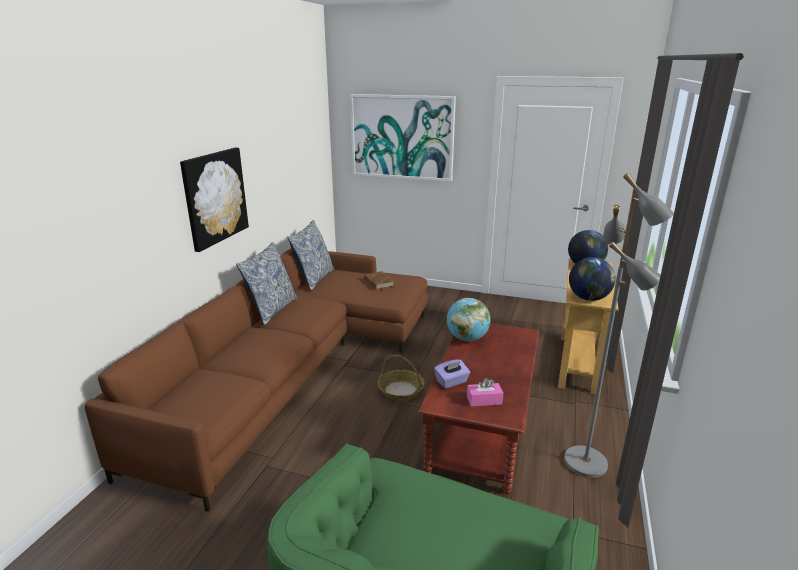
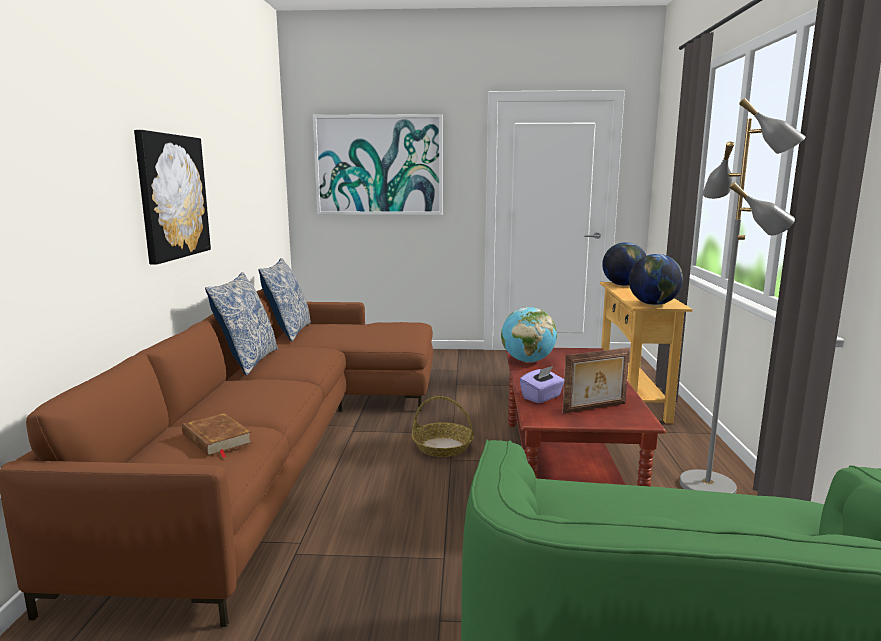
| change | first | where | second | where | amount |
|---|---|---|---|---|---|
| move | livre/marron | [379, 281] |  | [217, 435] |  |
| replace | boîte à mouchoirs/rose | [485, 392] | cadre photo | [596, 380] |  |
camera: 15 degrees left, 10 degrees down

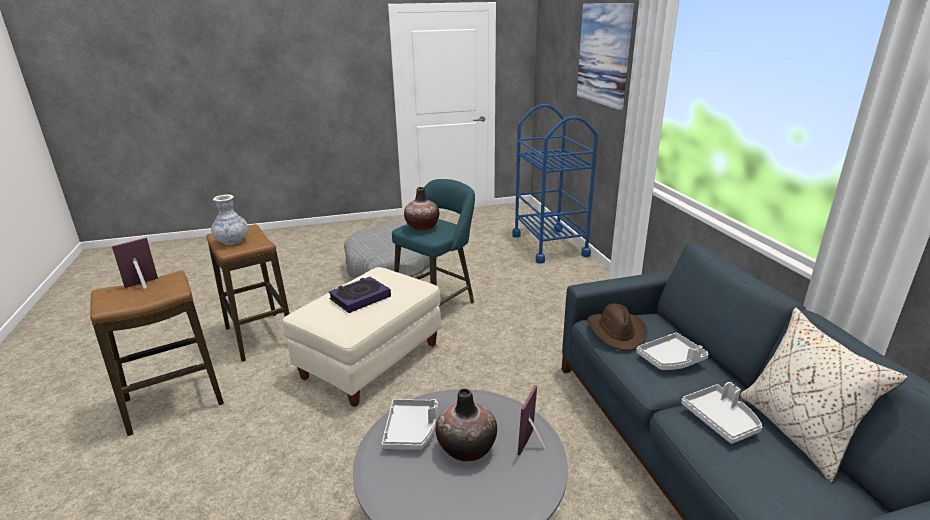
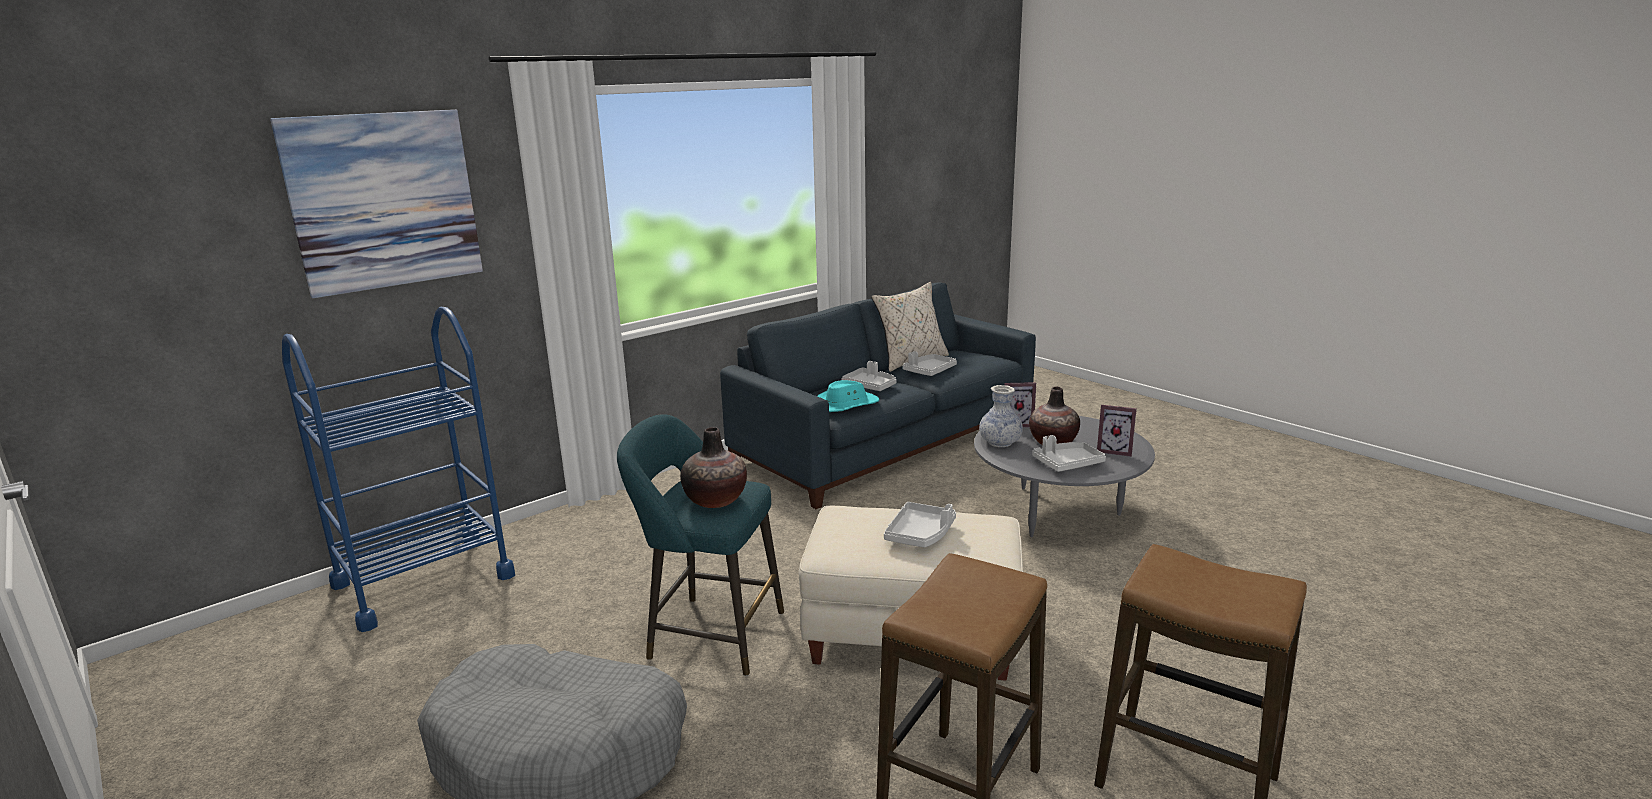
| change | first | where | second | where | amount |
|---|---|---|---|---|---|
| move | cadre photo | [135, 263] |  | [1117, 431] |  |
| move | vase | [229, 219] |  | [1001, 416] |  |
| replace | livre | [360, 295] | plateau/gris | [920, 524] |  |
| recolor | chapeau/marron | [617, 327] | chapeau/turquoise | [849, 396] |  |
camera: 115 degrees left, 5 degrees down

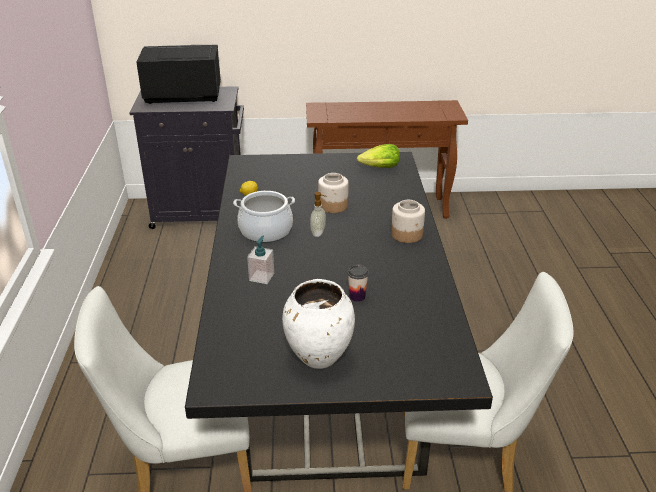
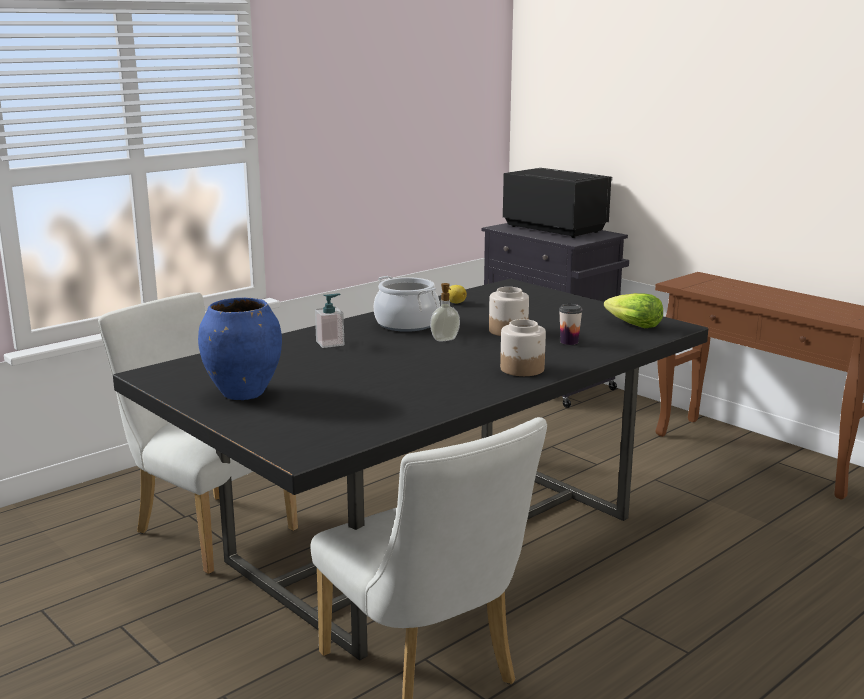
| change | first | where | second | where | amount |
|---|---|---|---|---|---|
| move | tasse | [358, 283] |  | [571, 324] |  |
| recolor | vase/blanc | [318, 324] | vase/bleu | [240, 349] |  |
camera: 50 degrees right, 15 degrees down

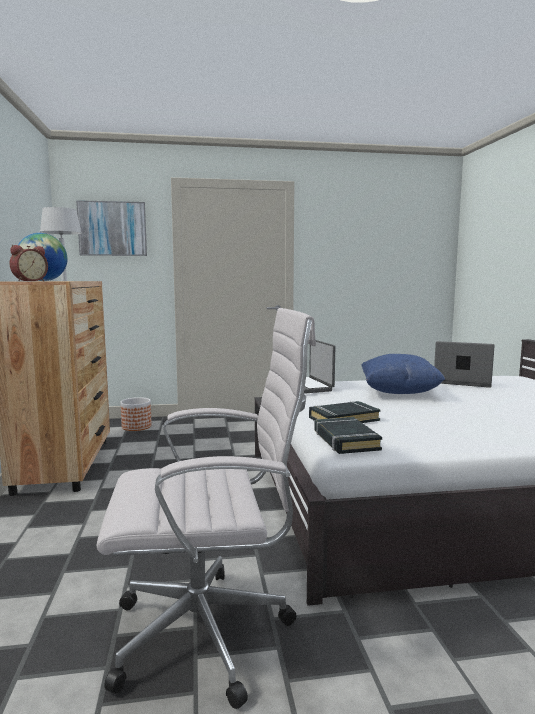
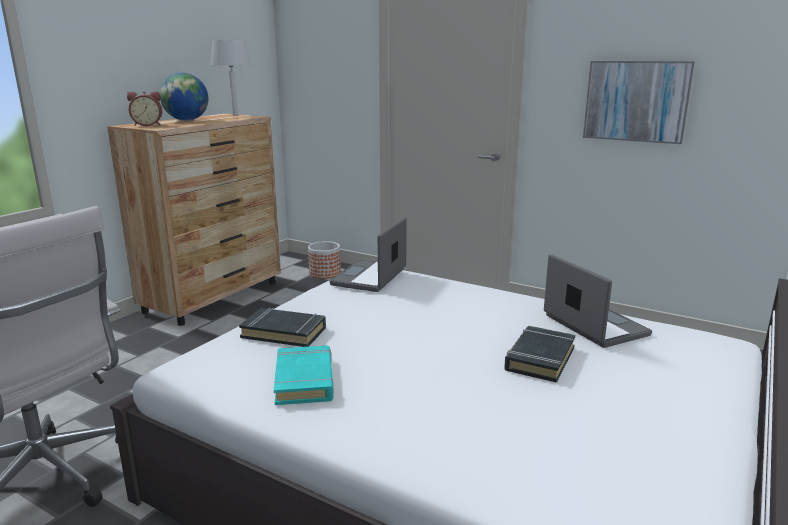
| change | first | where | second | where | amount |
|---|---|---|---|---|---|
| delete | coussin/bleu | [403, 374] |  |  |  |
| insert |  |  | livre/turquoise | [304, 375] |  |
| move | tableau | [111, 228] |  | [639, 102] |  |
| move | livre/noir | [348, 435] |  | [540, 354] |  |
camera: 40 degrees right, 10 degrees up

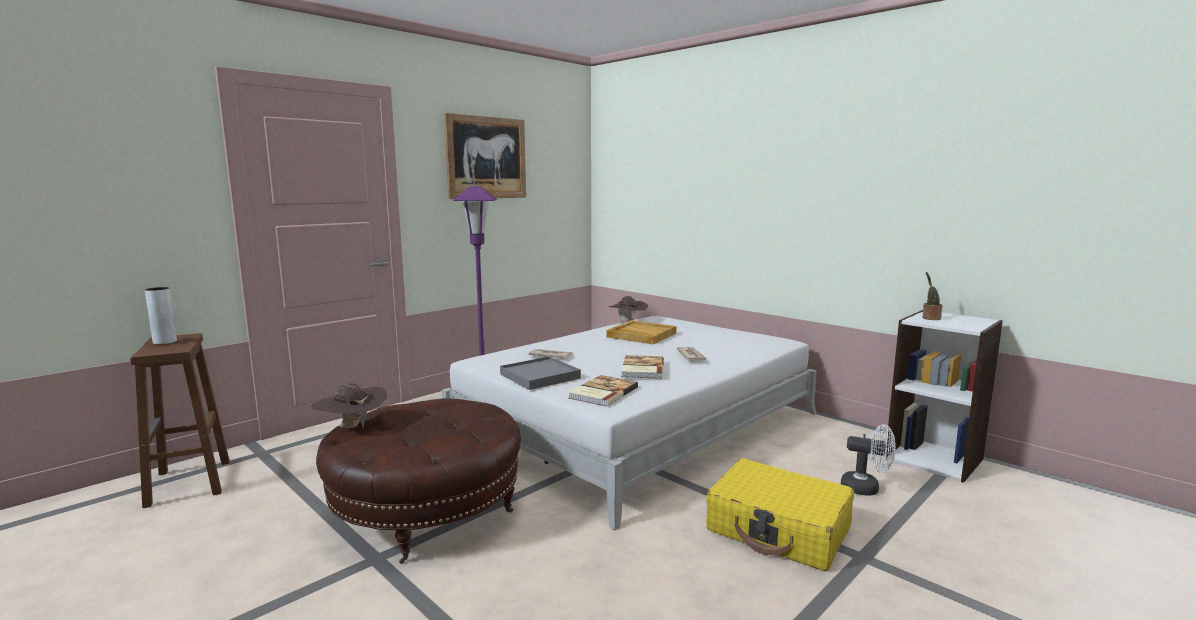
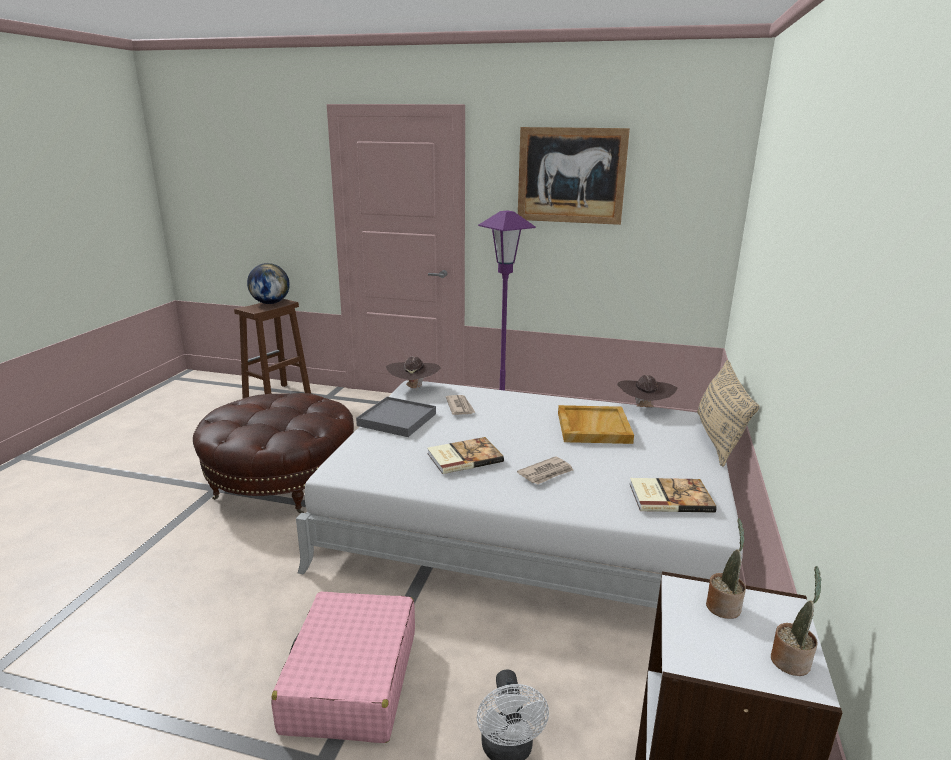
| change | first | where | second | where | amount |
|---|---|---|---|---|---|
| insert |  |  | coussin/beige | [728, 413] |  |
| insert |  |  | plante en pot | [796, 621] |  |
| move | chapeau/marron | [349, 405] |  | [413, 374] |  |
| move | livre | [603, 391] |  | [673, 495] |  |
| replace | vase/gris | [161, 316] | globe | [268, 283] |  |
| recolor | valise/jaune | [780, 514] | valise/rose | [343, 667] |  |
camera: 60 degrees right, 10 degrees up

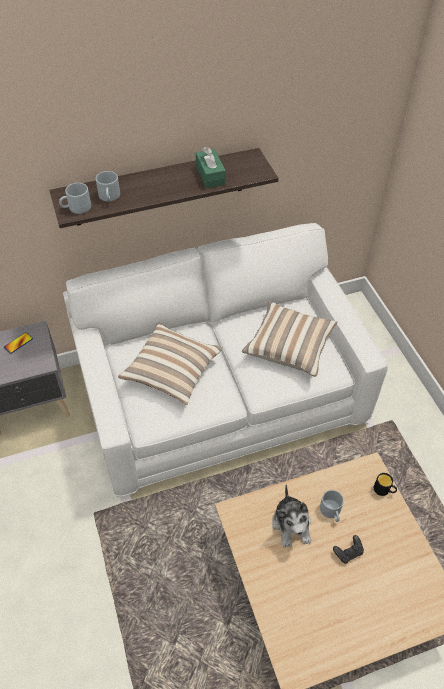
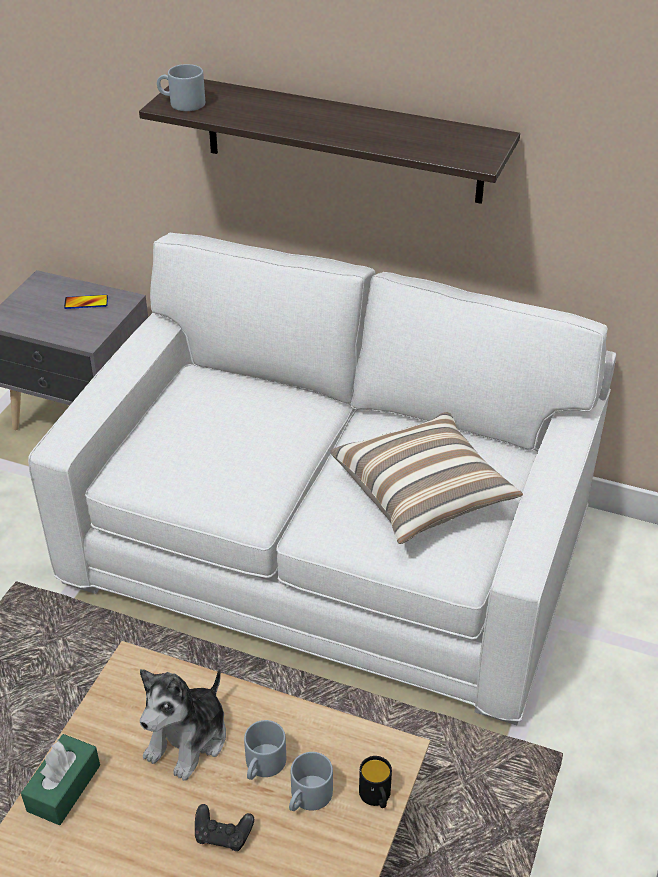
| change | first | where | second | where | amount |
|---|---|---|---|---|---|
| delete | coussin | [170, 363] |  |  |  |
| move | mug/gris | [108, 186] |  | [311, 781] |  |
| move | boîte à mouchoirs/vert | [211, 167] |  | [60, 779] |  |
camera: 40 degrees right, 10 degrees down

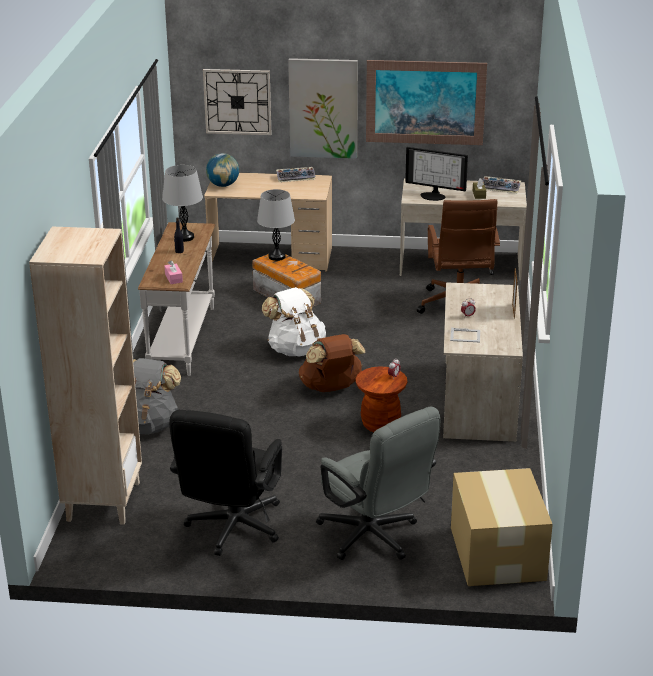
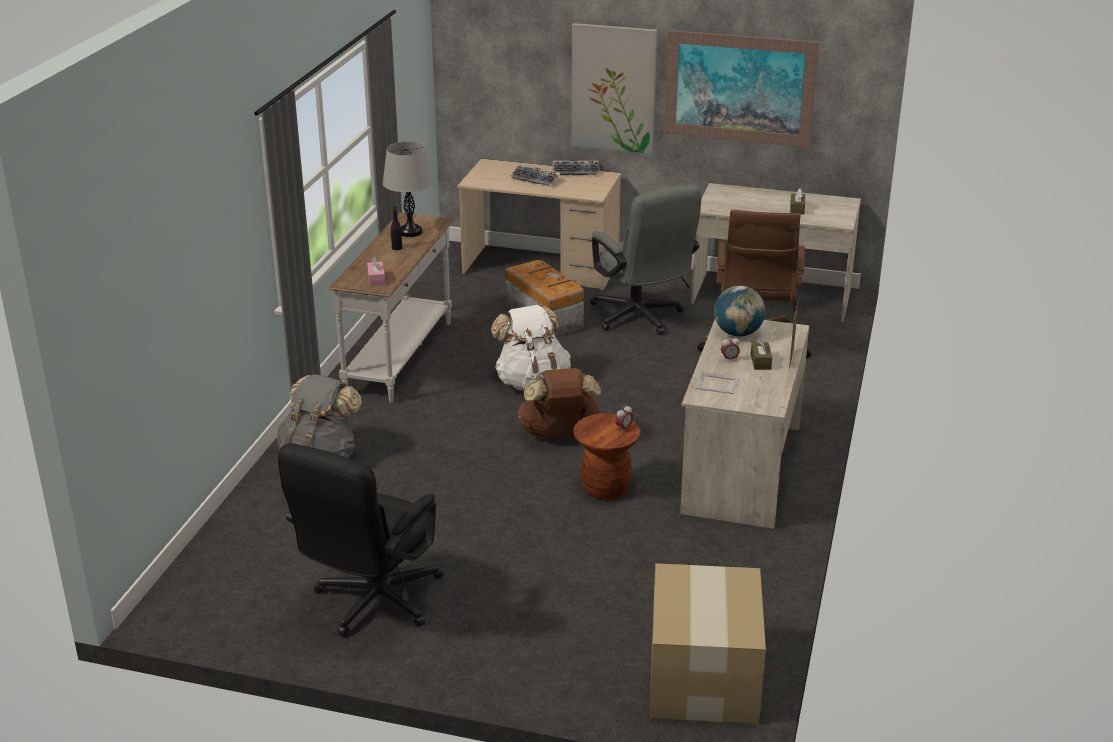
| change | first | where | second | where | amount |
|---|---|---|---|---|---|
| delete | bibliothèque/beige | [85, 376] |  |  |  |
| delete | horloge murale | [237, 102] |  |  |  |
| delete | lampe de table/gris | [276, 225] |  |  |  |
| delete | écran d'ordinateur | [436, 174] |  |  |  |
| insert |  |  | boîte à mouchoirs/marron | [761, 354] |  |
| move | globe | [222, 170] |  | [739, 311] |  |
| move | chaise de bureau/gris | [378, 483] |  | [645, 259] |  |
| move | clavier | [501, 184] |  | [535, 176] |  |
camera: 10 degrees right, 0 degrees up

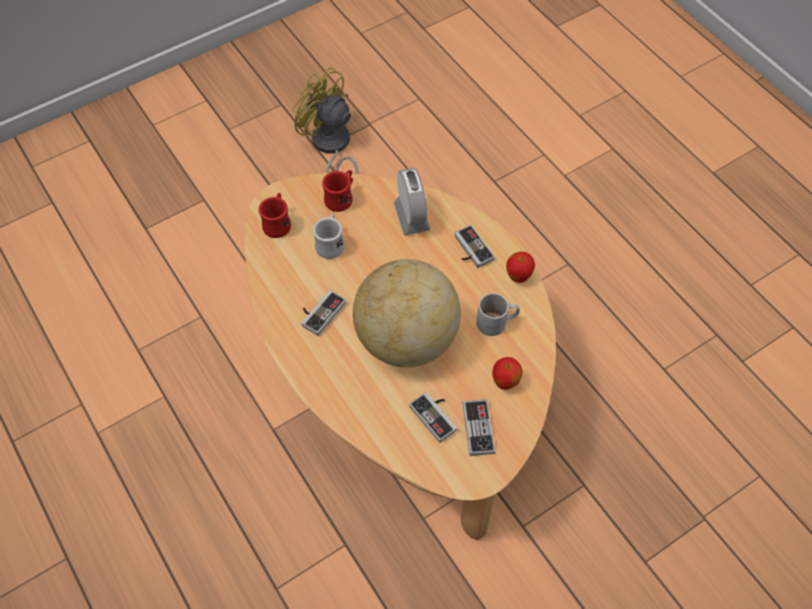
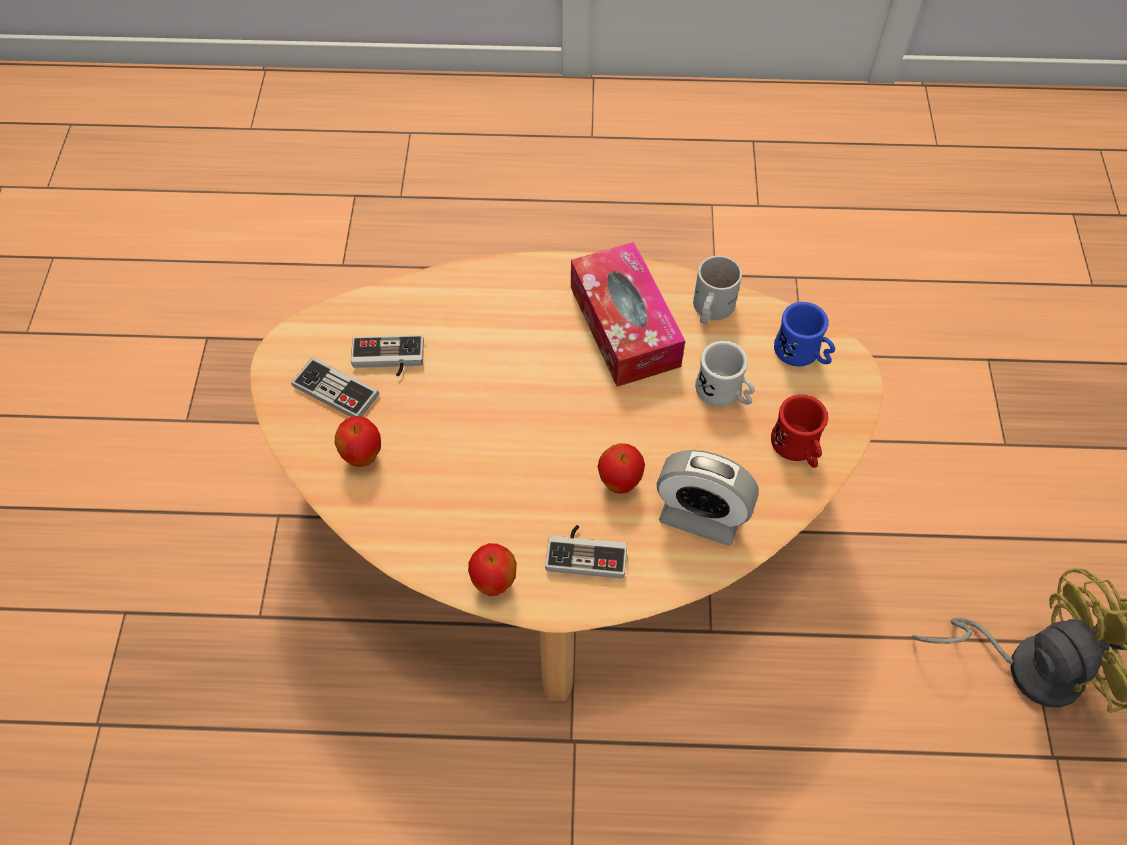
| change | first | where | second | where | amount |
|---|---|---|---|---|---|
| delete | globe | [407, 313] |  |  |  |
| insert |  |  | pomme | [621, 468] |  |
| move | mug/blanc | [498, 314] |  | [717, 289] |  |
| replace | manette | [323, 313] | boîte à mouchoirs | [628, 314] |  |
| recolor | mug/rouge | [275, 215] | mug/bleu | [804, 334] |  |
camera: 125 degrees right, 0 degrees up

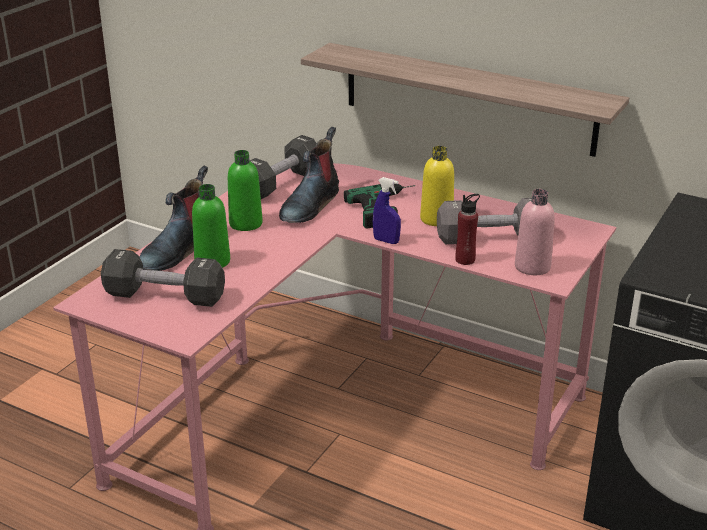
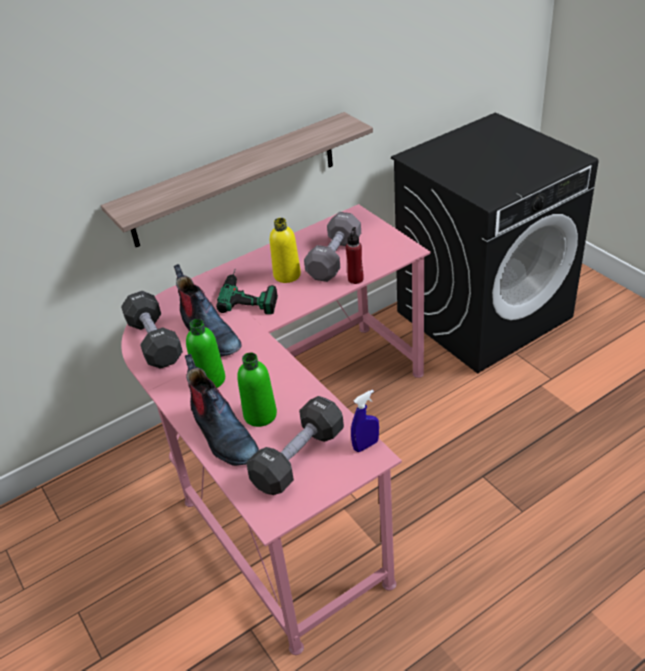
| change | first | where | second | where | amount |
|---|---|---|---|---|---|
| delete | bouteille/rose | [535, 232] |  |  |  |
| move | vaporisateur/bleu | [387, 210] |  | [365, 421] |  |
camera: 60 degrees left, 10 degrees up

